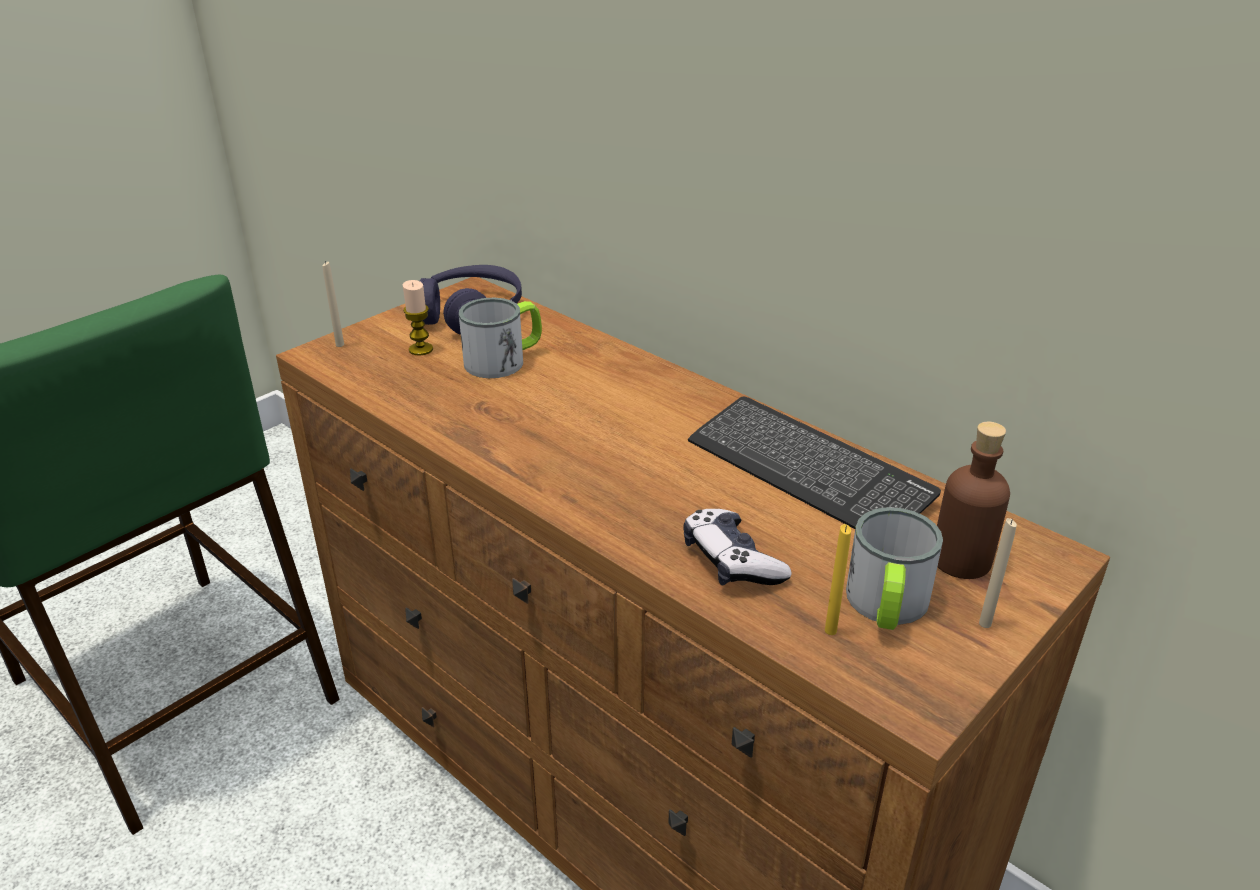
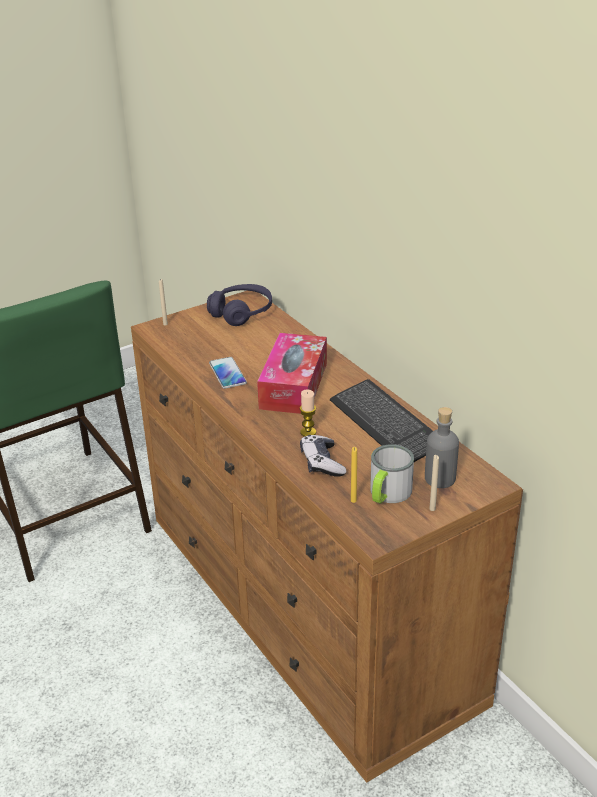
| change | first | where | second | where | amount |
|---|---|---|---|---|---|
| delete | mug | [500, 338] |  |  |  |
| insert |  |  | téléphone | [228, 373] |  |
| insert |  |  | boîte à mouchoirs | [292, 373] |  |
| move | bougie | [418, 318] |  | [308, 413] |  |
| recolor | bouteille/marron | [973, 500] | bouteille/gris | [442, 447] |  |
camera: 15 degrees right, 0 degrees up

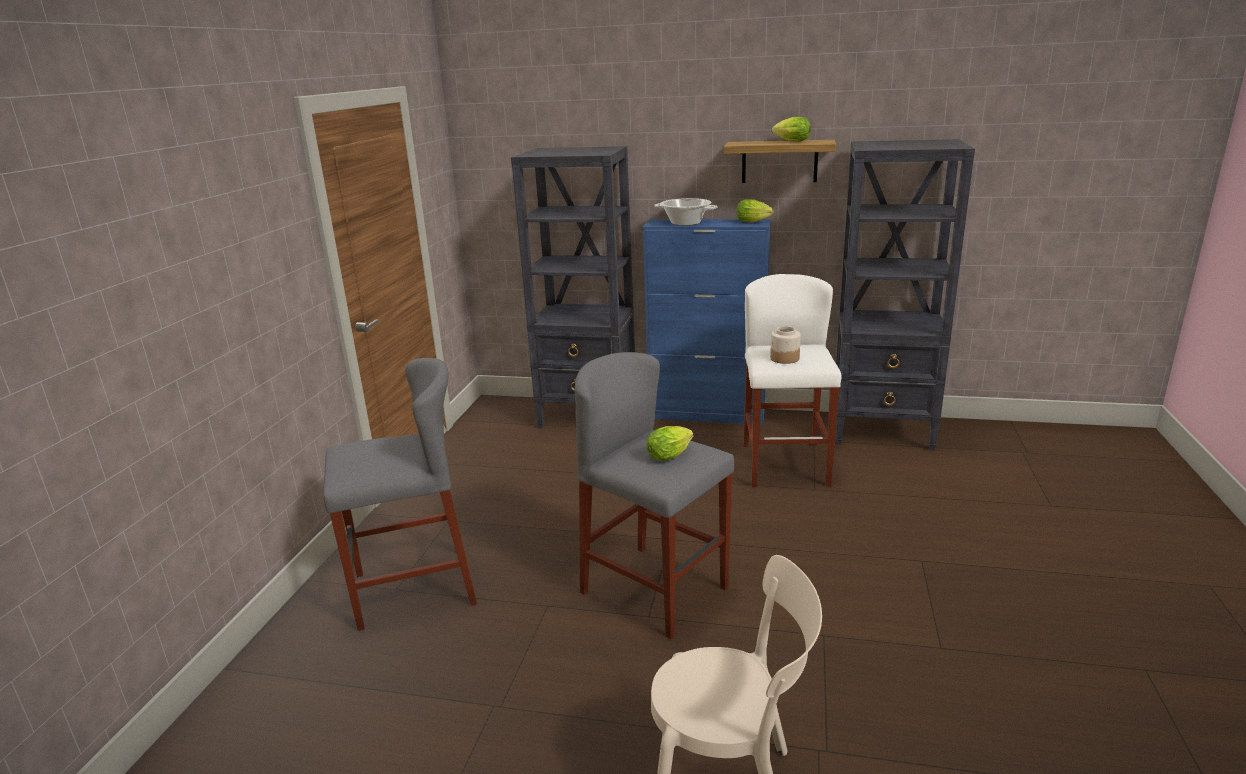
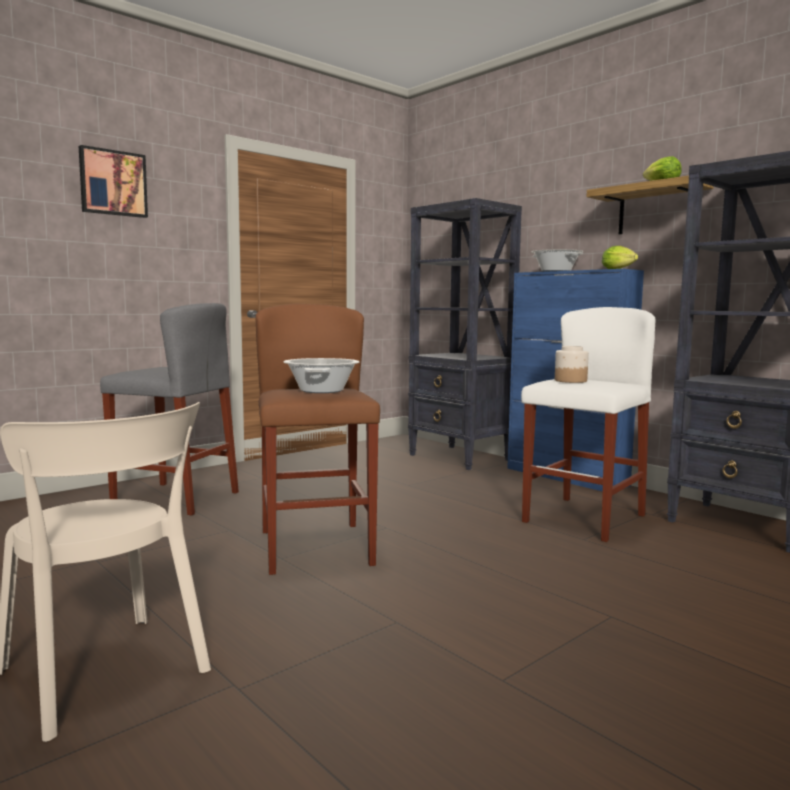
| change | first | where | second | where | amount |
|---|---|---|---|---|---|
| insert |  |  | tableau | [113, 181] |  |
| replace | laitue | [669, 443] | marmite | [321, 375] |  |
| recolor | tabouret/gris | [654, 495] | tabouret/marron | [317, 439] |  |
camera: 35 degrees right, 15 degrees down

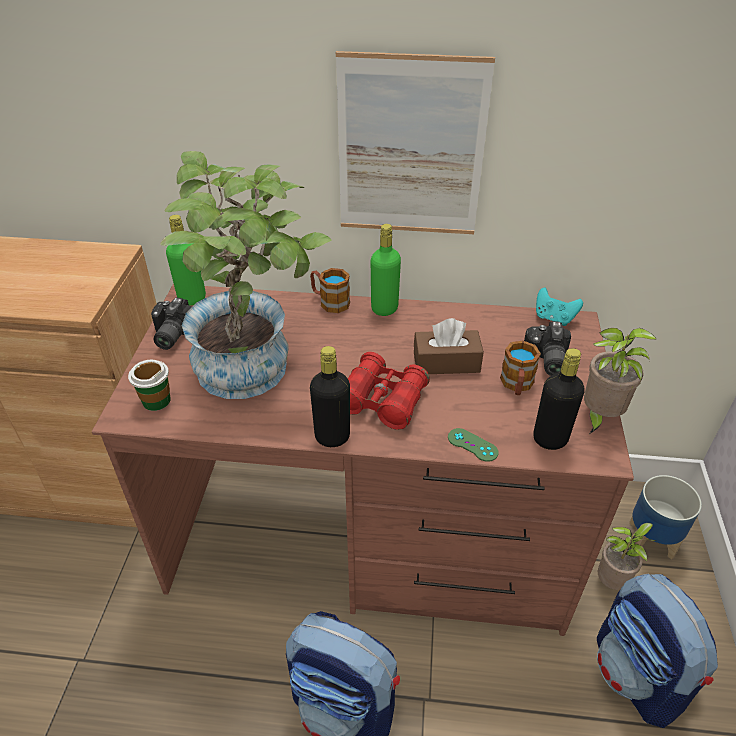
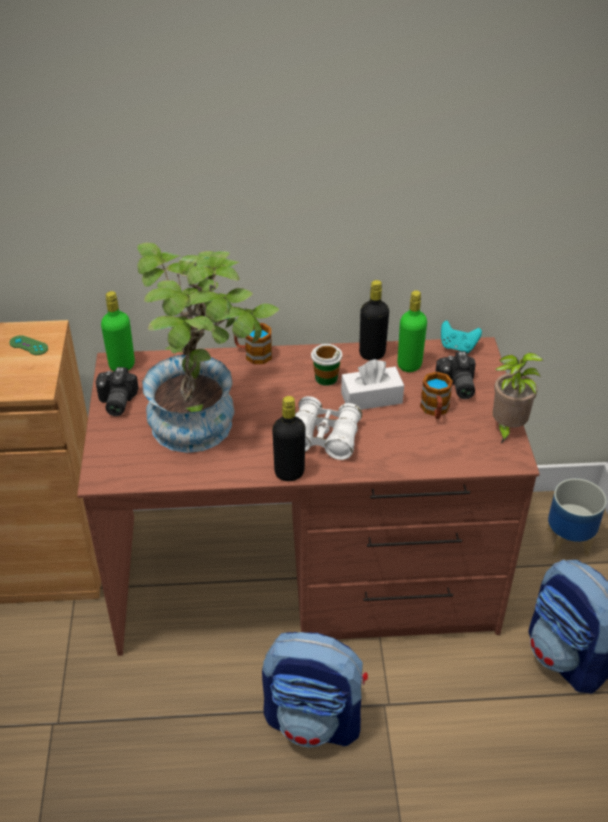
| change | first | where | second | where | amount |
|---|---|---|---|---|---|
| delete | tableau | [415, 142] |  |  |  |
| delete | plante en pot | [627, 556] |  |  |  |
| move | tasse | [149, 385] |  | [326, 365] |  |
| move | bouteille/vert | [386, 270] |  | [412, 331] |  |
| move | manette/vert | [473, 445] |  | [28, 345] |  |
| move | bouteille/noir | [559, 399] |  | [374, 320] |  |
| recolor | jumelles/rouge | [389, 391] | jumelles/blanc | [328, 428] |  |
| recolor | boîte à mouchoirs/marron | [449, 346] | boîte à mouchoirs/blanc | [372, 384] |  |
camera: 10 degrees left, 0 degrees up

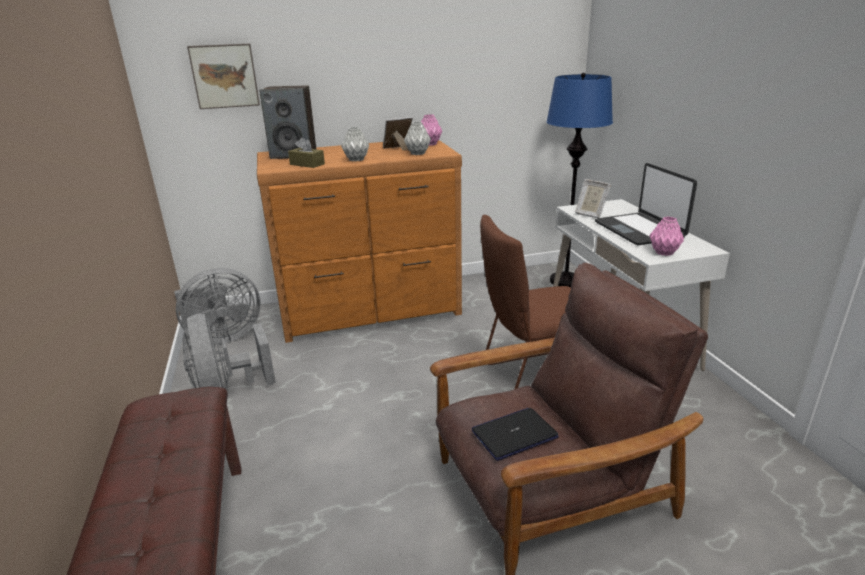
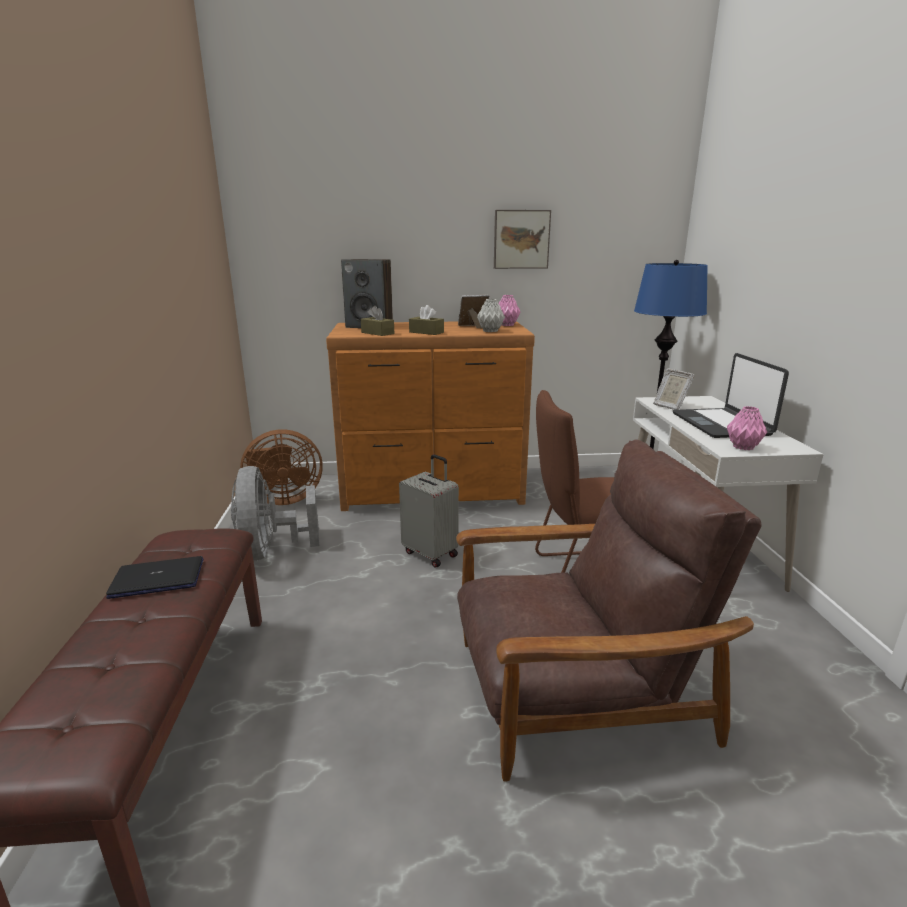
| change | first | where | second | where | amount |
|---|---|---|---|---|---|
| insert |  |  | valise/gris | [429, 511] |  |
| move | tableau | [223, 76] |  | [522, 239] |  |
| move | ordinateur portable | [515, 434] |  | [154, 577] |  |
| replace | vase/gris | [355, 144] | boîte à mouchoirs/marron | [426, 320] |  |
| recolor | ventilateur/gris | [217, 306] | ventilateur/marron | [281, 467] |  |
camera: 10 degrees right, 5 degrees down

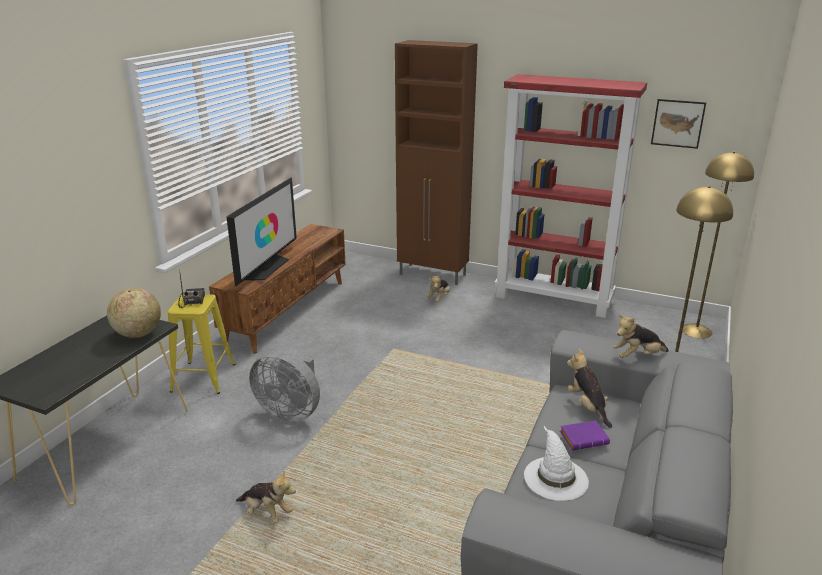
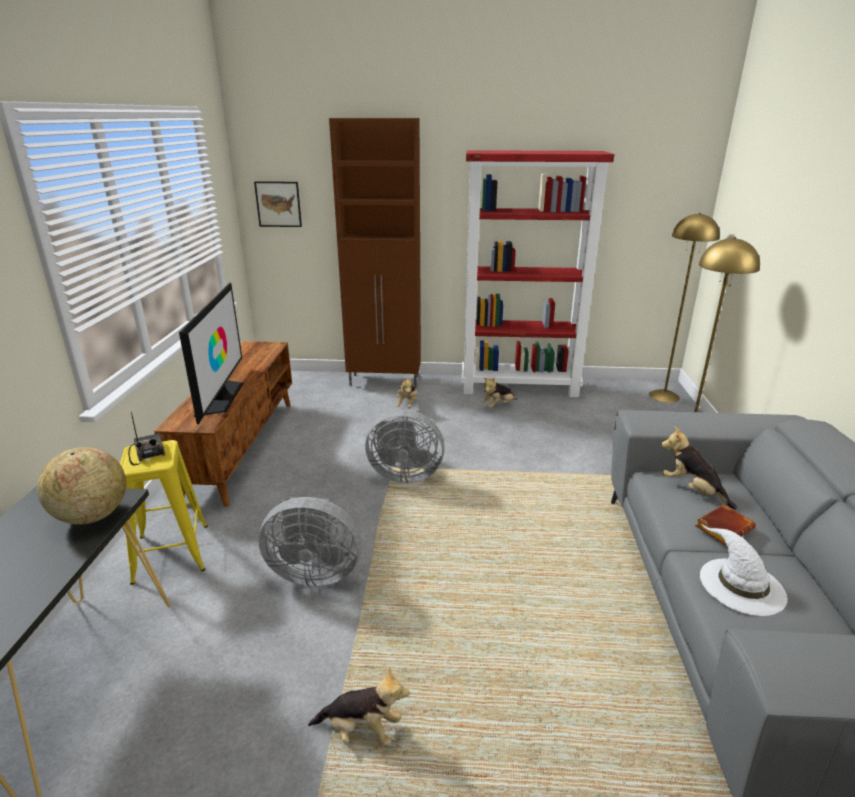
| change | first | where | second | where | amount |
|---|---|---|---|---|---|
| insert |  |  | ventilateur/gris | [405, 446] |  |
| move | peluche | [641, 336] |  | [499, 392] |  |
| move | tableau | [678, 124] |  | [278, 204] |  |
| recolor | livre/violet | [585, 435] | livre/marron | [725, 525] |  |
camera: 20 degrees left, 0 degrees up

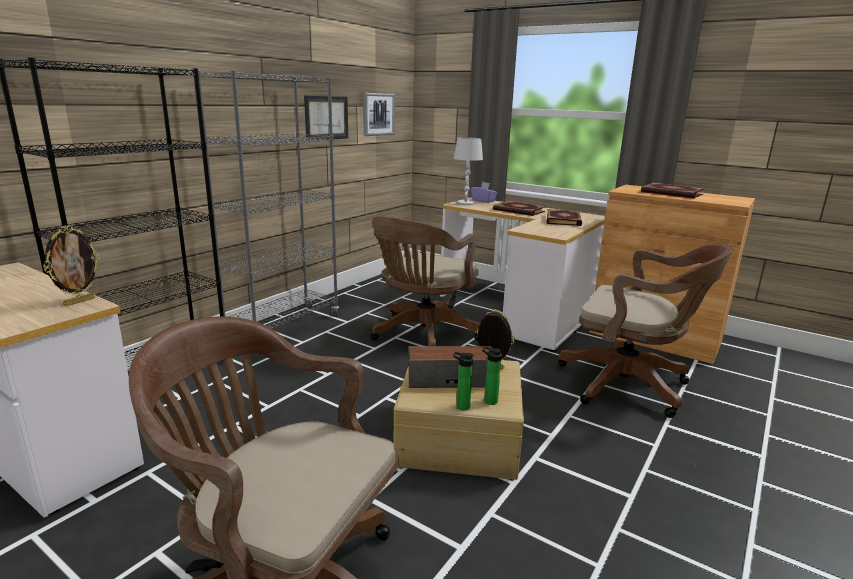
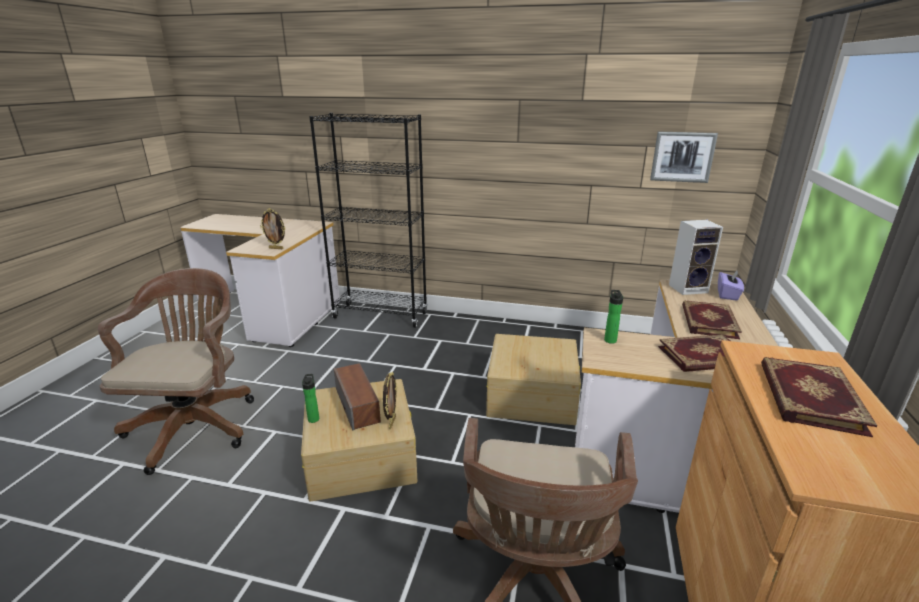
| change | first | where | second | where | amount |
|---|---|---|---|---|---|
| delete | bibliothèque/gris | [268, 199] |  |  |  |
| delete | tableau | [326, 118] |  |  |  |
| move | bouteille | [492, 375] |  | [613, 317] |  |
| replace | chaise de bureau/marron | [425, 281] | boîte de rangement/beige | [533, 379] |  |
| replace | lampe de table/blanc | [468, 171] | enceinte | [696, 257] |  |
camera: 70 degrees right, 5 degrees up

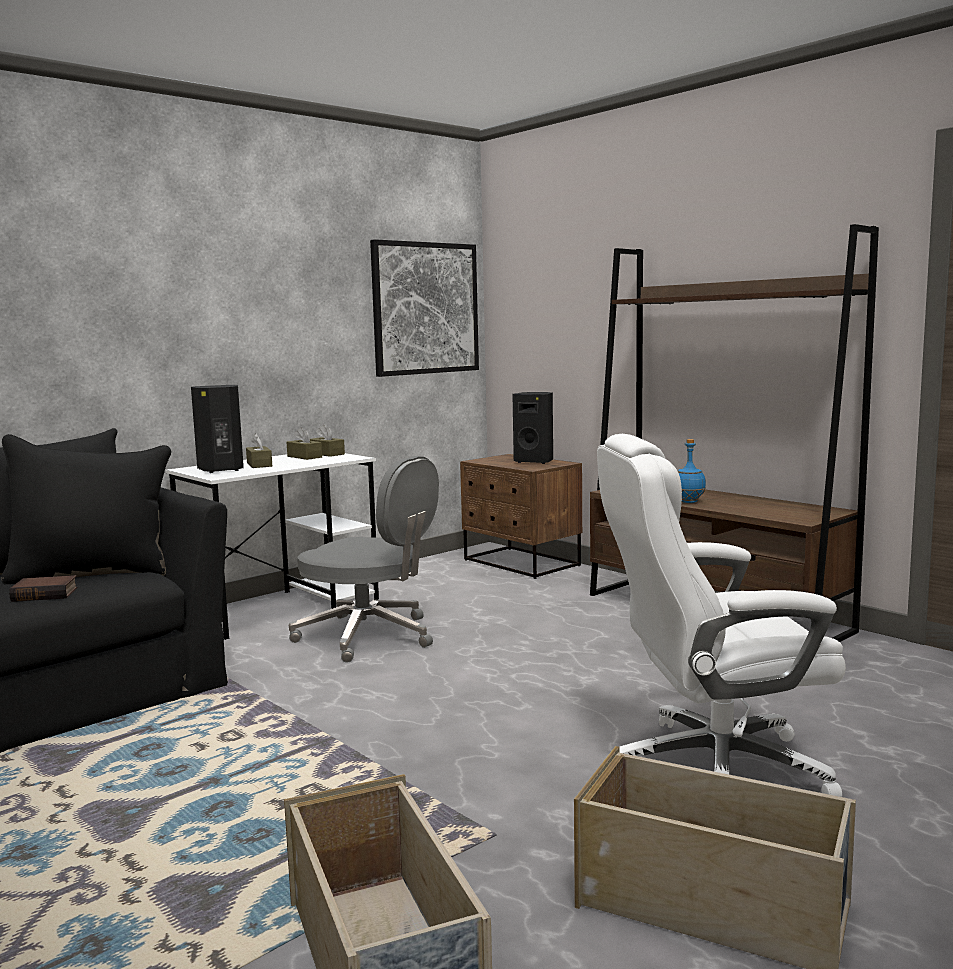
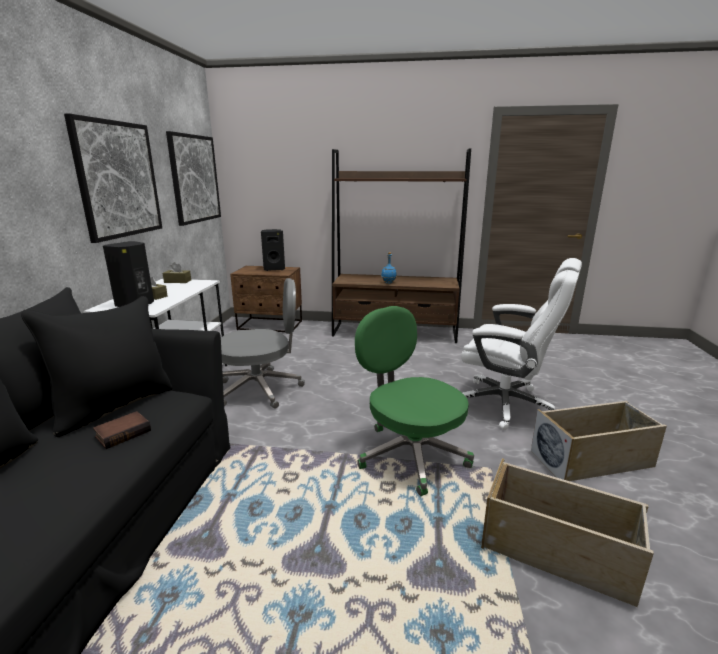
| change | first | where | second | where | amount |
|---|---|---|---|---|---|
| delete | boîte à mouchoirs/marron | [304, 443] |  |  |  |
| insert |  |  | tableau | [113, 178] |  |
| insert |  |  | chaise de bureau/vert | [414, 401] |  |
| rotate | chaise de bureau/blanc | [721, 615] |  | [521, 344] | 105 degrees counterclockwise |
camera: 40 degrees left, 10 degrees up

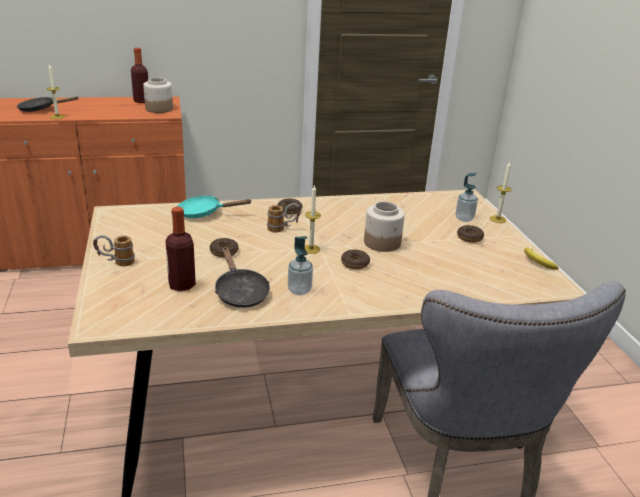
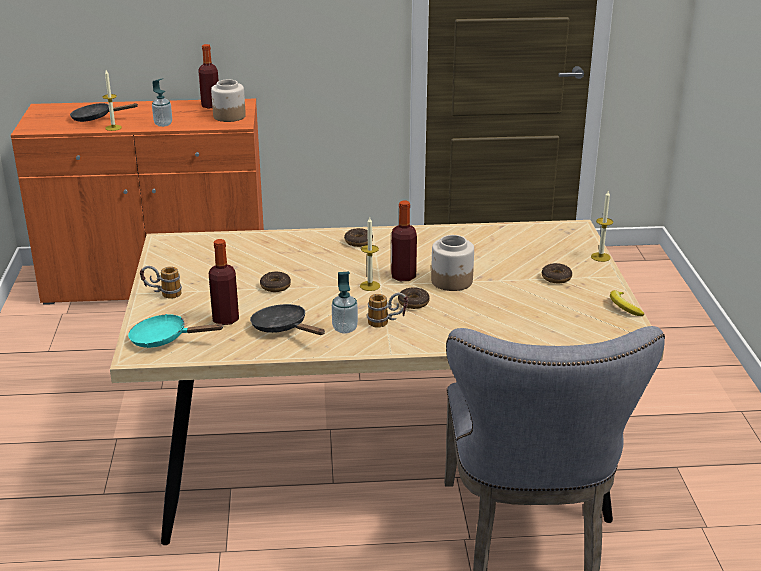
| change | first | where | second | where | amount |
|---|---|---|---|---|---|
| insert |  |  | bouteille | [404, 241] |  |
| move | poêle/turquoise | [214, 207] |  | [176, 331] |  |
| move | mug | [284, 218] |  | [387, 310] |  |
| move | distributeur de savon | [467, 197] |  | [162, 102] |  |
| rotate | poêle/noir | [242, 277] |  | [287, 319] | 150 degrees clockwise |
camera: 10 degrees right, 0 degrees up

